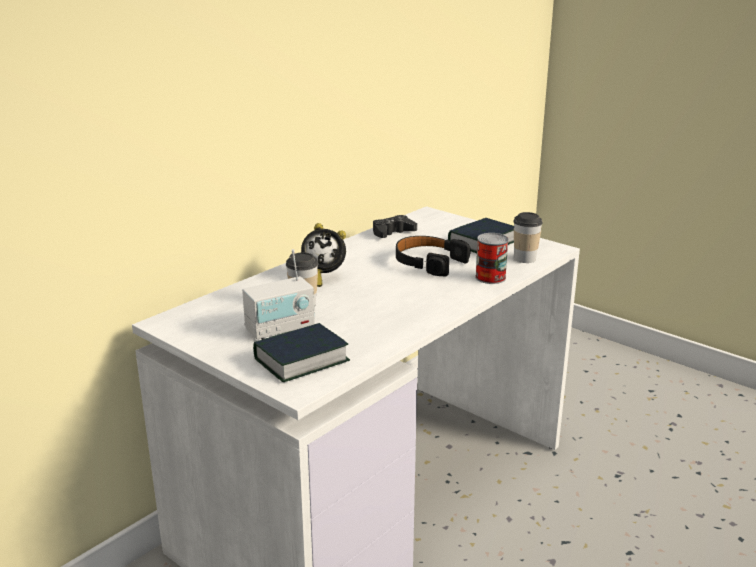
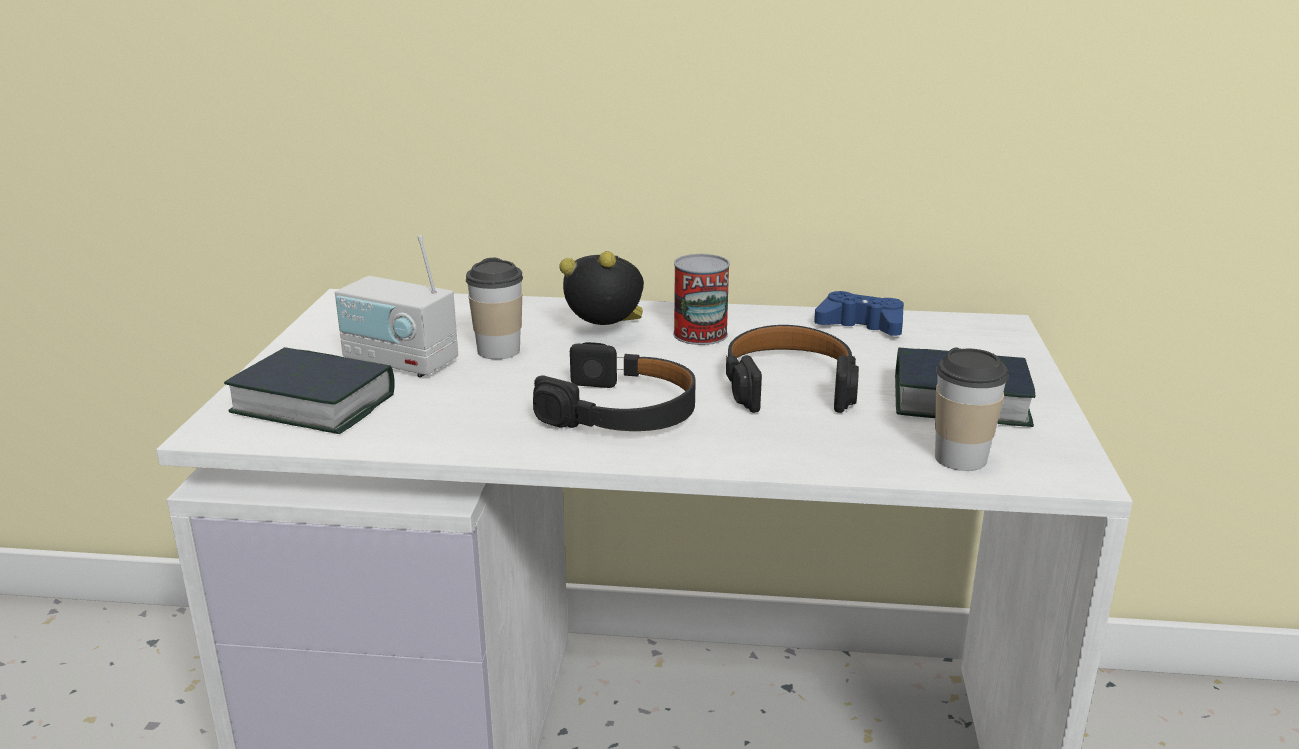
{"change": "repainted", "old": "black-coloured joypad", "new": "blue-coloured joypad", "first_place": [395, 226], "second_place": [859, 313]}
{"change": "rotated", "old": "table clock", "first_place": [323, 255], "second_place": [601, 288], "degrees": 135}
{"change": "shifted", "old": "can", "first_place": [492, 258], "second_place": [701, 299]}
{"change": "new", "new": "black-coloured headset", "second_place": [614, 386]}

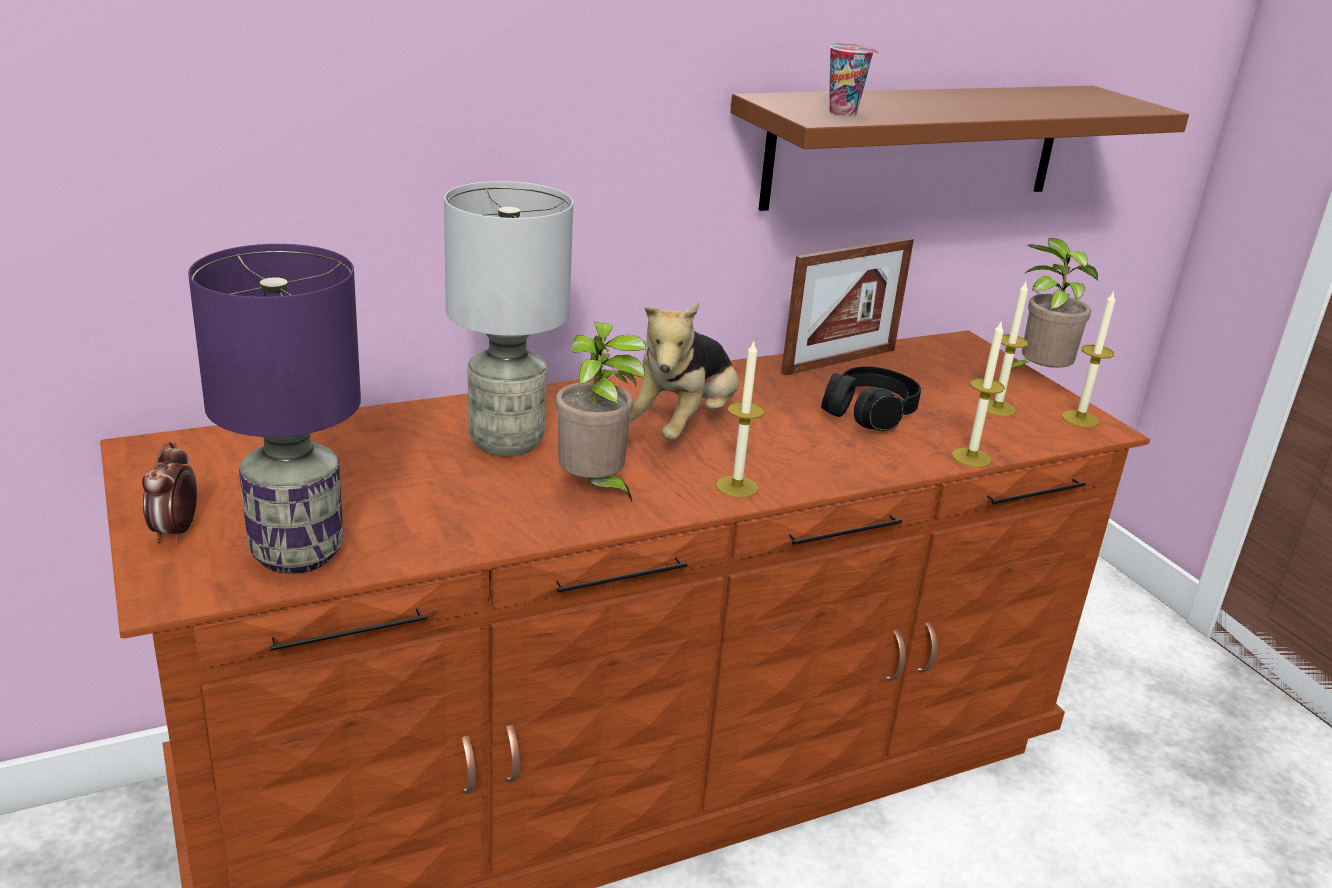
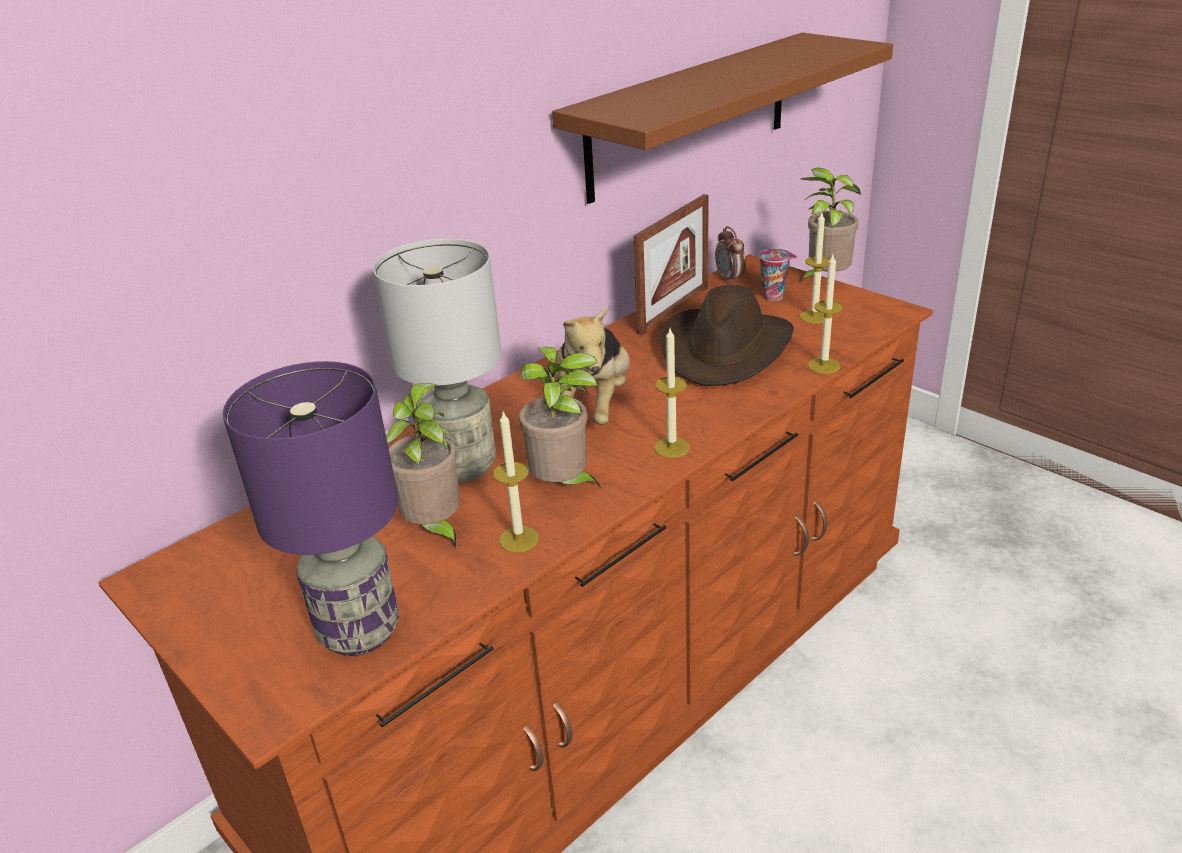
{"change": "shifted", "old": "small cup", "first_place": [854, 79], "second_place": [778, 275]}
{"change": "shifted", "old": "wax light", "first_place": [1088, 358], "second_place": [516, 482]}
{"change": "swapped", "old": "black-coloured headset", "new": "brown-coloured hat", "first_place": [871, 398], "second_place": [727, 335]}
{"change": "shifted", "old": "table clock", "first_place": [169, 492], "second_place": [730, 255]}
{"change": "new", "new": "plant in a pot", "second_place": [423, 466]}

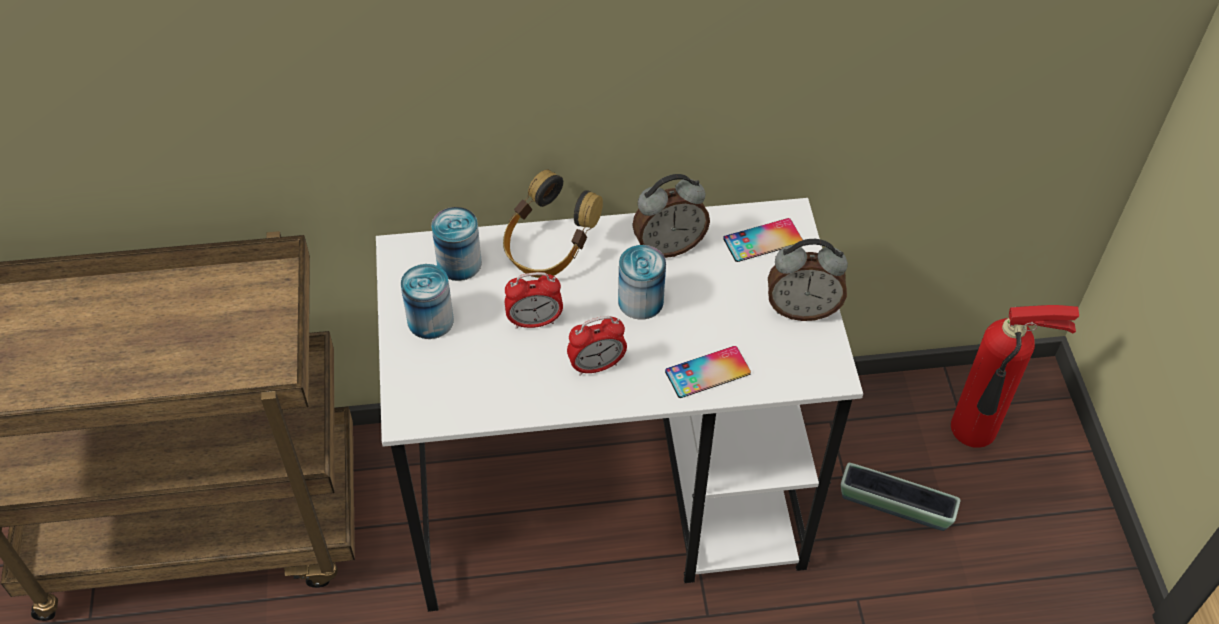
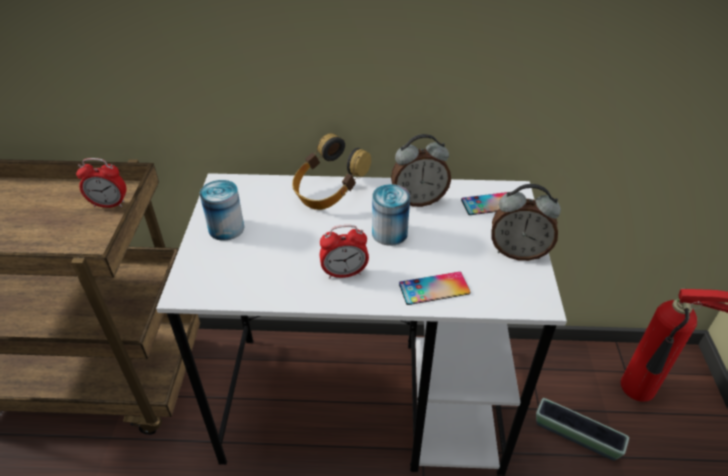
{"change": "gone", "old": "can", "first_place": [456, 244]}
{"change": "shifted", "old": "table clock", "first_place": [534, 300], "second_place": [101, 183]}

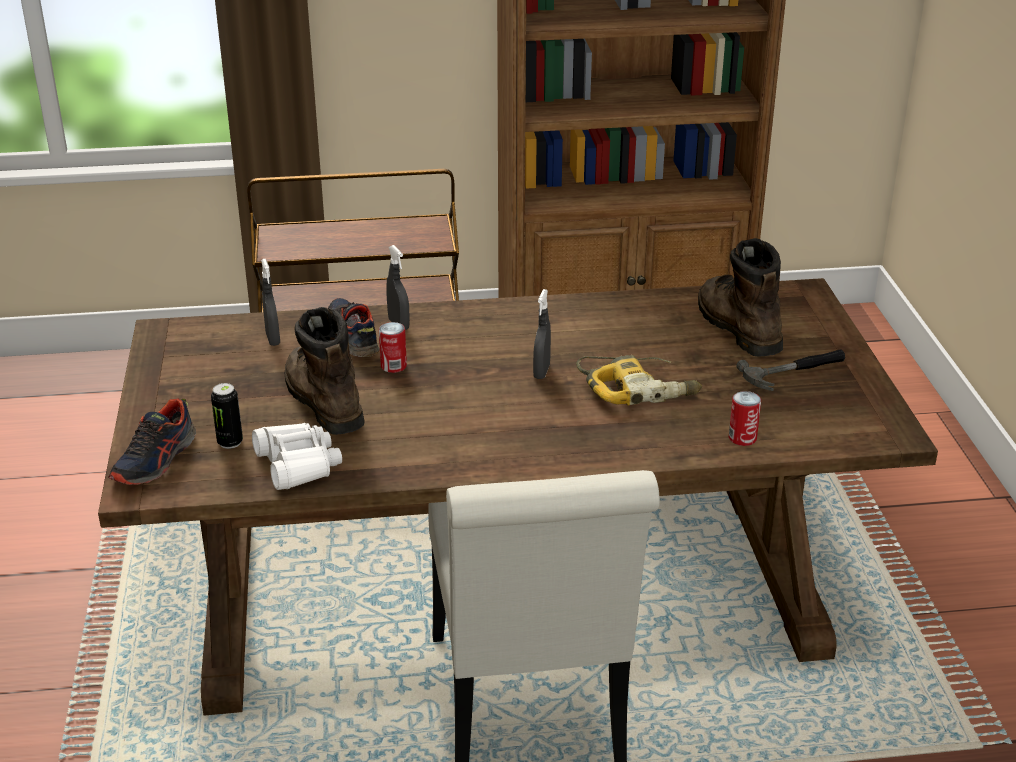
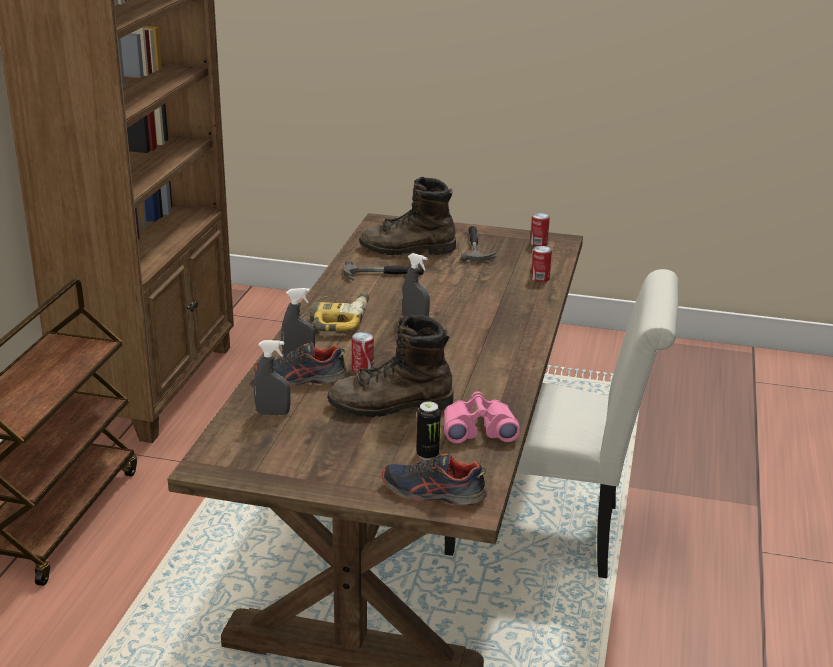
{"change": "shifted", "old": "drill", "first_place": [639, 380], "second_place": [334, 311]}
{"change": "rotated", "old": "shoe", "first_place": [152, 442], "second_place": [434, 479], "degrees": 150}
{"change": "repainted", "old": "white-coloured pair of binoculars", "new": "pinkish pair of binoculars", "first_place": [297, 456], "second_place": [482, 418]}
{"change": "new", "new": "can", "second_place": [540, 230]}
{"change": "new", "new": "hand hammer", "second_place": [383, 270]}

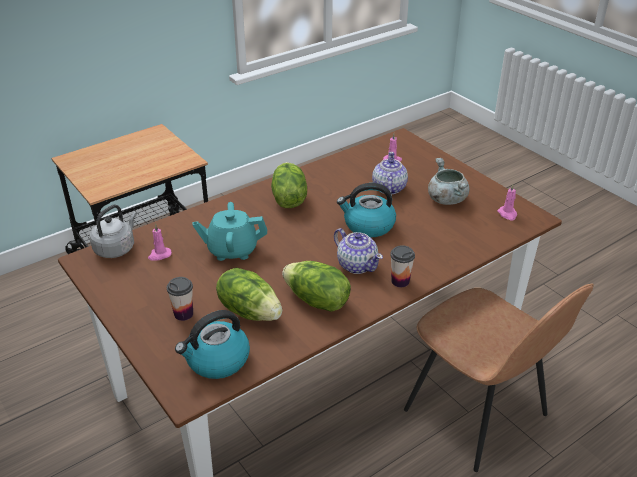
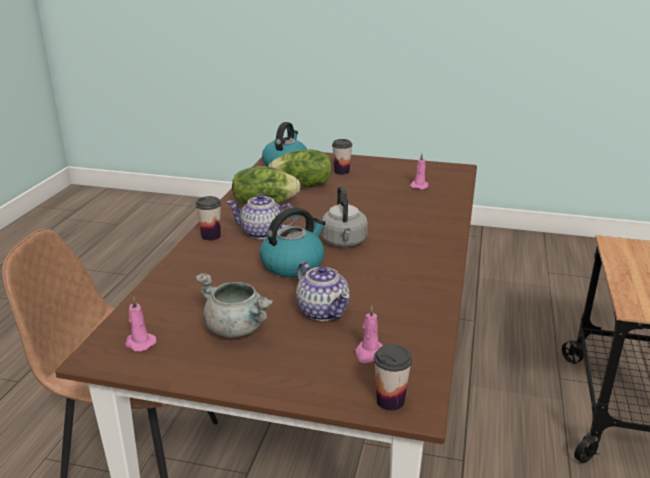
{"change": "gone", "old": "lettuce head", "first_place": [289, 185]}
{"change": "gone", "old": "turquoise pot for tea", "first_place": [229, 231]}
{"change": "shifted", "old": "grey water kettle", "first_place": [113, 231], "second_place": [344, 216]}
{"change": "new", "new": "small cup", "second_place": [393, 377]}

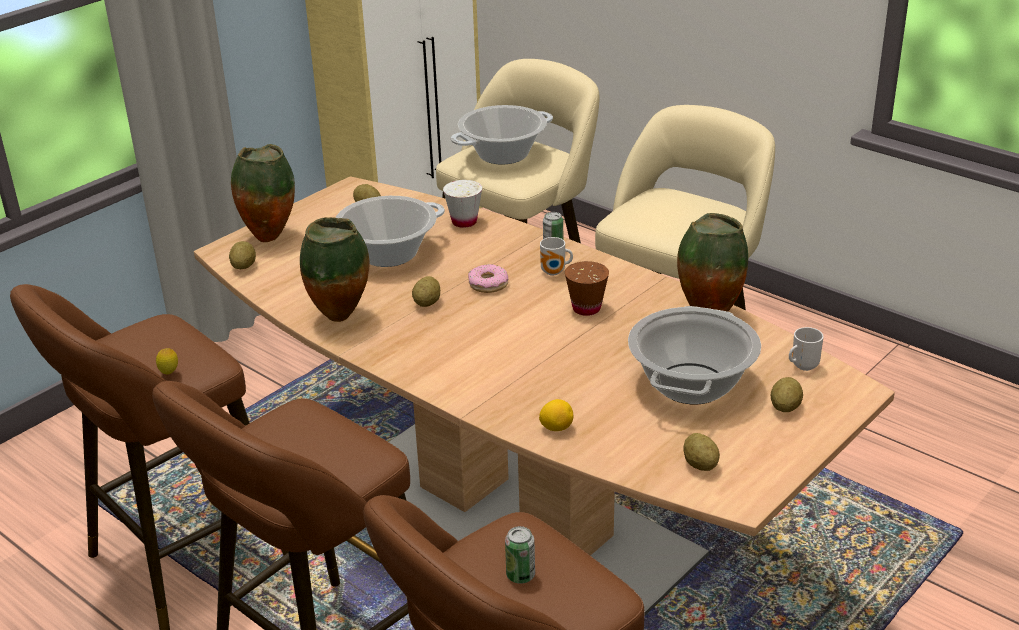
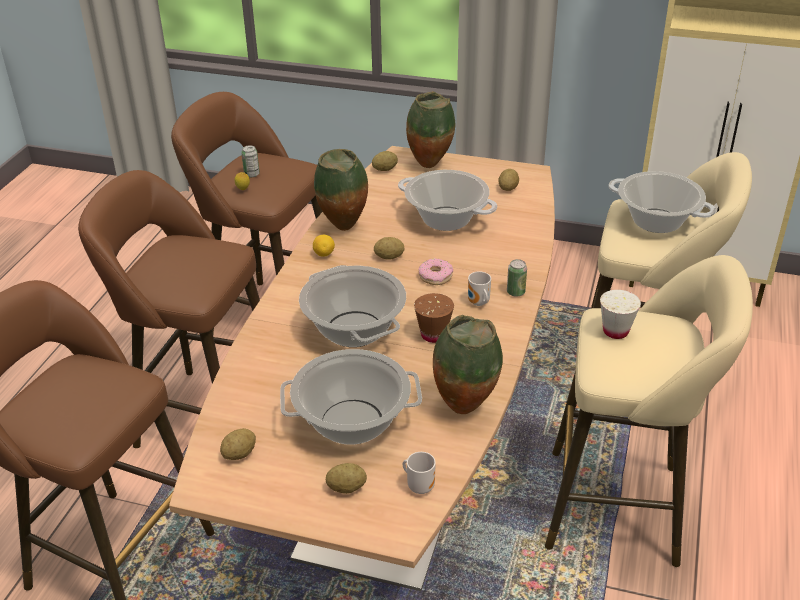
{"change": "shifted", "old": "white-coloured small cup", "first_place": [462, 204], "second_place": [620, 314]}
{"change": "shifted", "old": "whole lemon", "first_place": [556, 415], "second_place": [324, 246]}
{"change": "shifted", "old": "can", "first_place": [520, 555], "second_place": [250, 161]}
{"change": "new", "new": "saucepot", "second_place": [352, 306]}

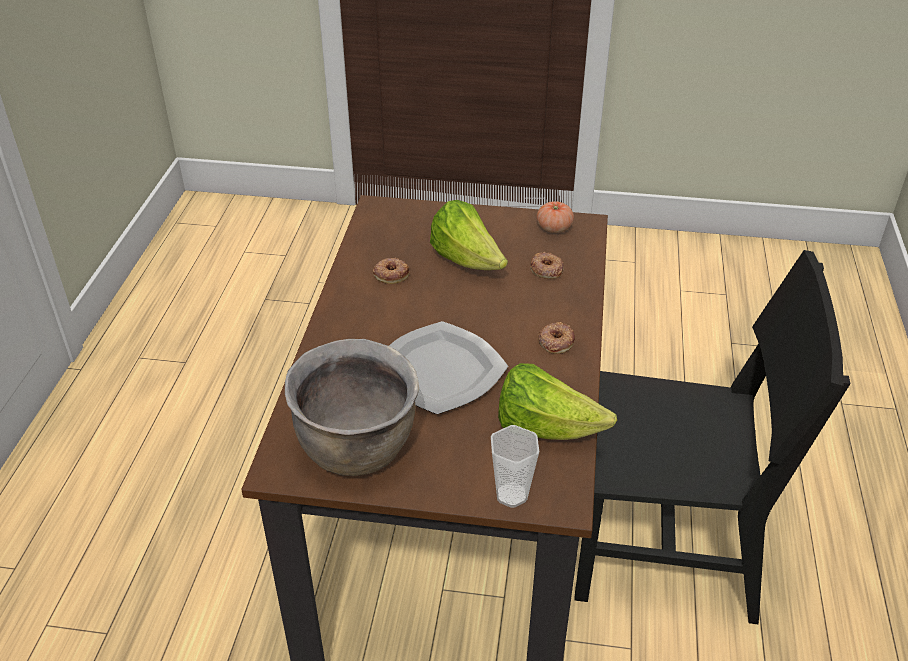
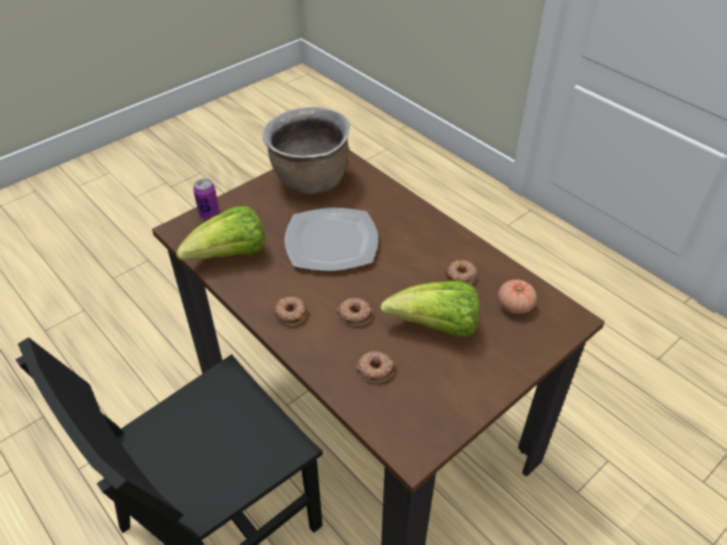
{"change": "shifted", "old": "tomato", "first_place": [555, 217], "second_place": [517, 296]}
{"change": "swapped", "old": "small cup", "new": "can", "first_place": [515, 466], "second_place": [206, 199]}
{"change": "new", "new": "donut", "second_place": [355, 312]}

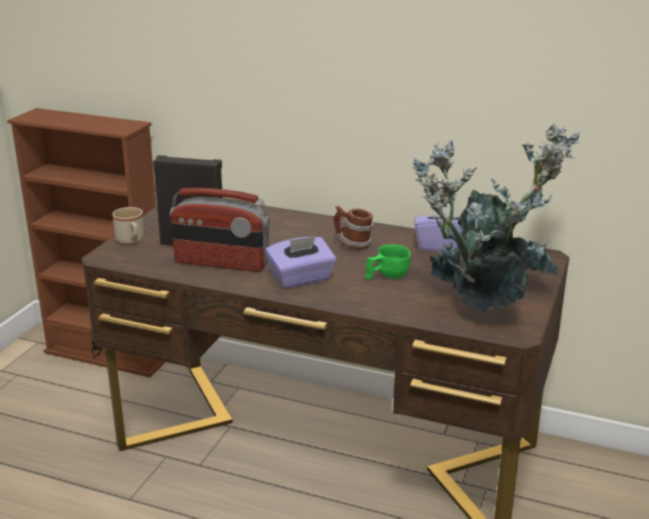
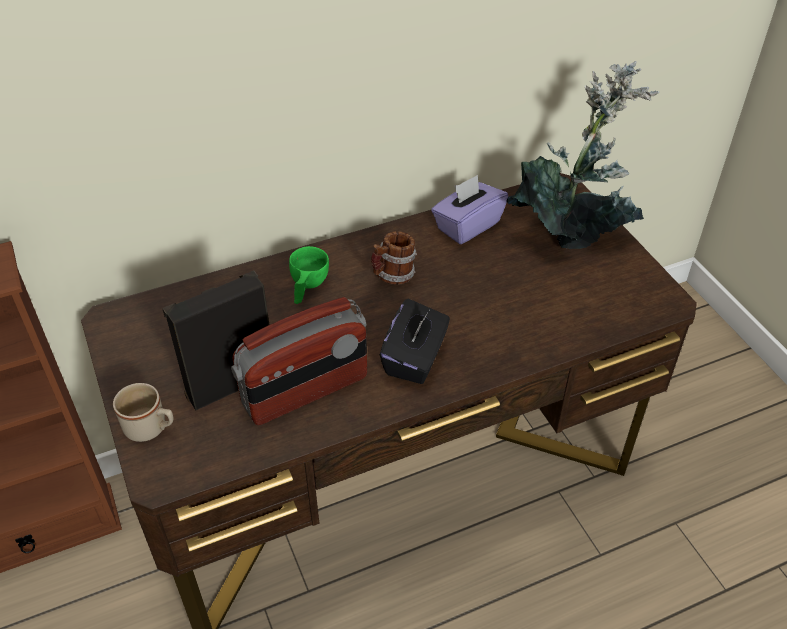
{"change": "gone", "old": "plant in a pot", "first_place": [470, 226]}
{"change": "repainted", "old": "purple-coloured box of tissues", "new": "black-coloured box of tissues", "first_place": [300, 262], "second_place": [415, 341]}
{"change": "shifted", "old": "greenish small cup", "first_place": [388, 262], "second_place": [309, 275]}

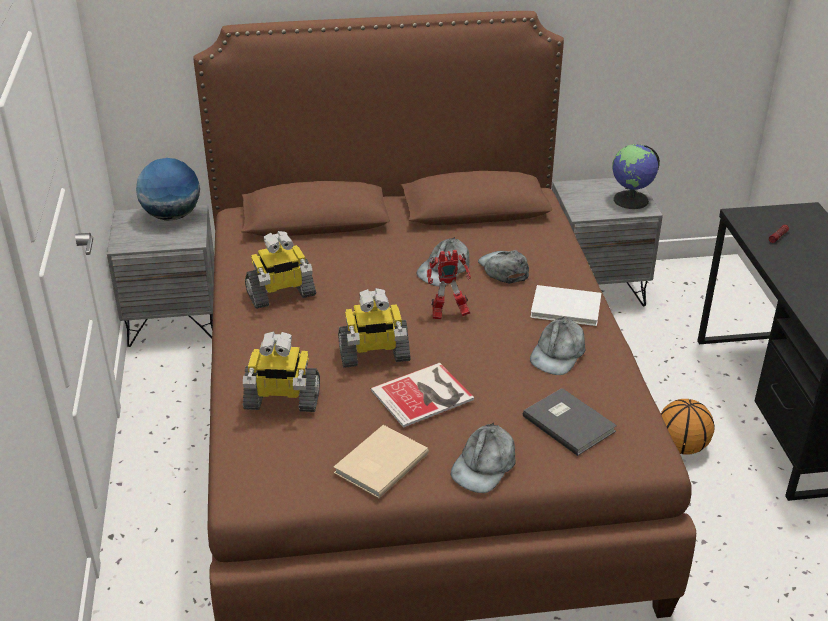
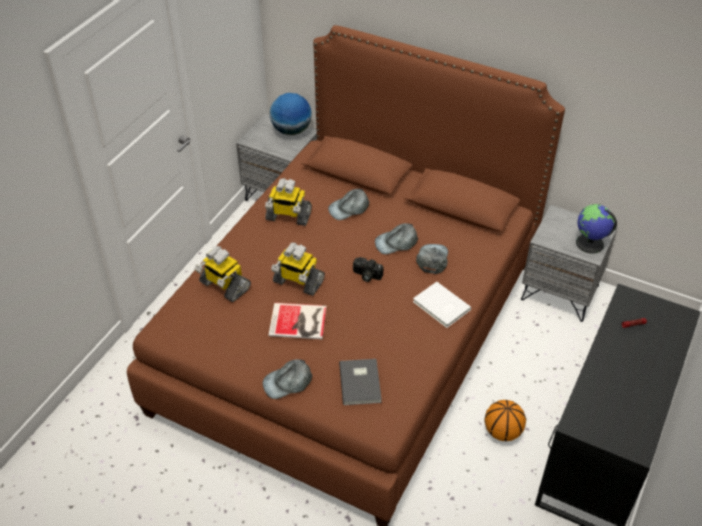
{"change": "swapped", "old": "toy robot", "new": "photo camera", "first_place": [449, 285], "second_place": [368, 269]}
{"change": "shifted", "old": "grey cap", "first_place": [557, 346], "second_place": [348, 204]}
{"change": "gone", "old": "sand-coloured bound book", "first_place": [381, 461]}

